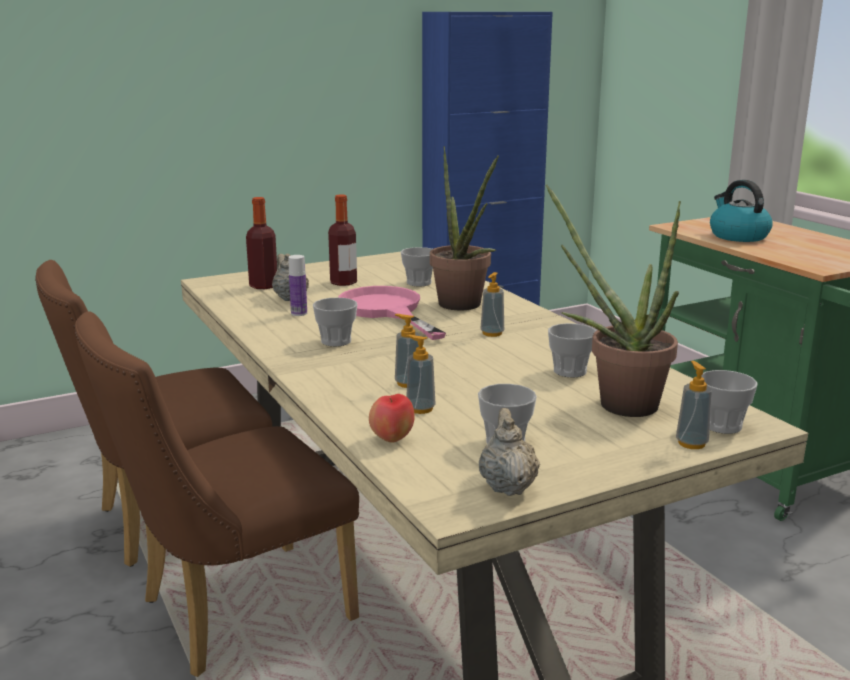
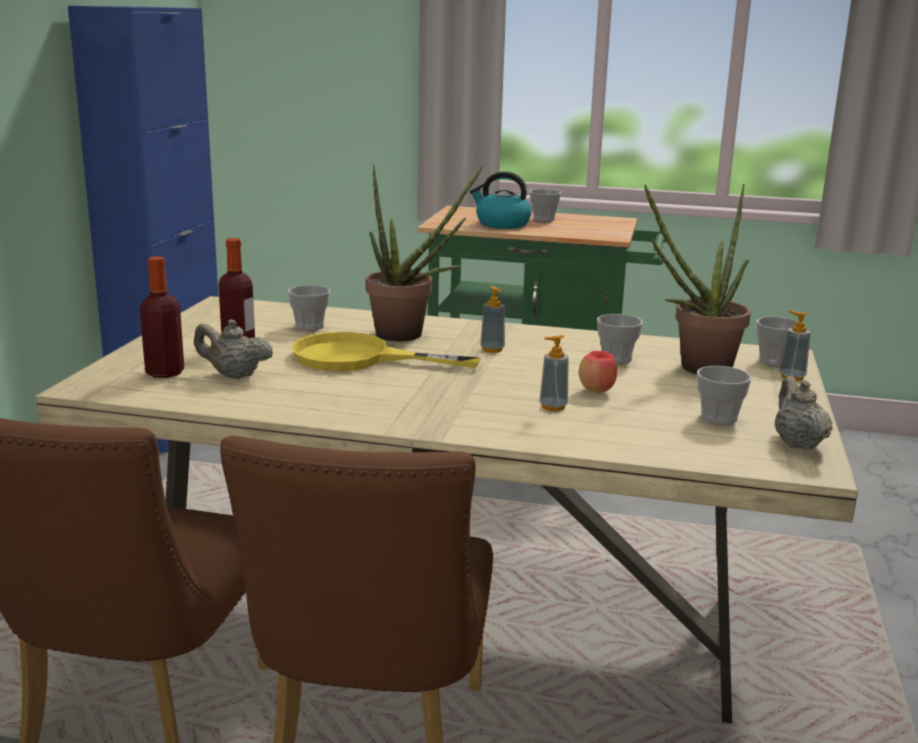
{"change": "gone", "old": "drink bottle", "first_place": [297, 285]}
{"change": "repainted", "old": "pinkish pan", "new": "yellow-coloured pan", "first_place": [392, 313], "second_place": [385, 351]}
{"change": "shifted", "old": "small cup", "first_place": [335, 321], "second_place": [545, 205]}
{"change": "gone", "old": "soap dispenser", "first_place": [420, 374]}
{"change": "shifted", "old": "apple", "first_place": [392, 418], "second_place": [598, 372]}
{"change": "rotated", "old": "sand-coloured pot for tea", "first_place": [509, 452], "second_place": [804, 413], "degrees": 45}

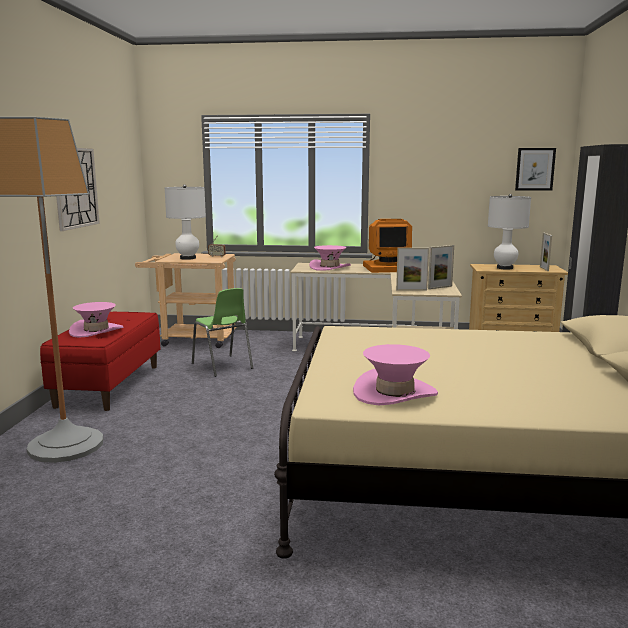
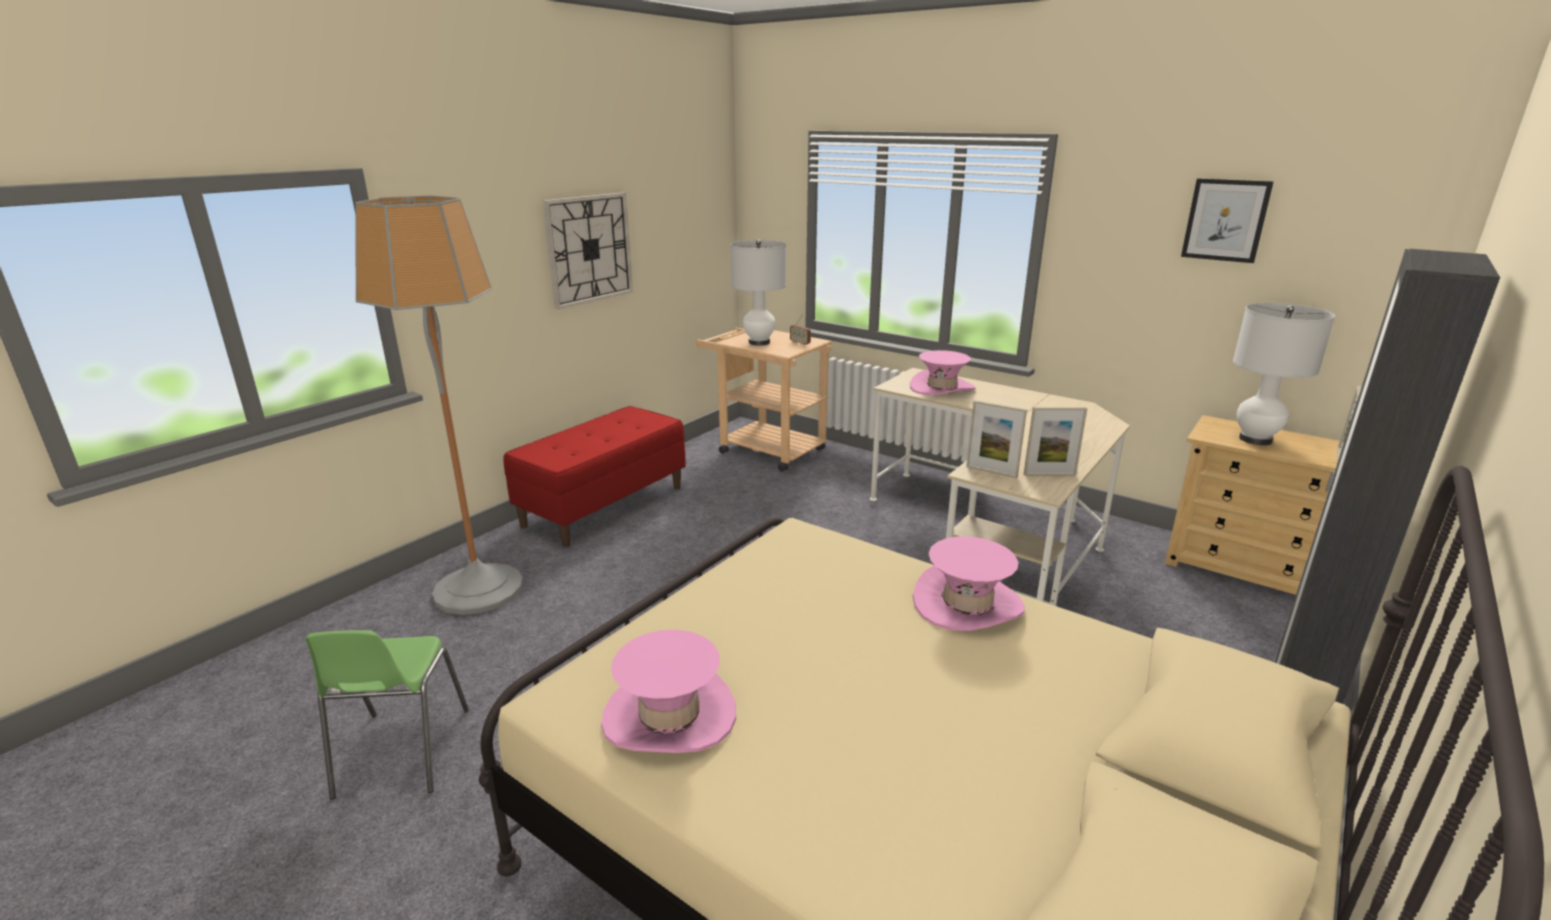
{"change": "shifted", "old": "picture", "first_place": [535, 169], "second_place": [1227, 220]}
{"change": "gone", "old": "monitor", "first_place": [387, 246]}
{"change": "shifted", "old": "greenish plain chair", "first_place": [222, 332], "second_place": [387, 715]}
{"change": "shifted", "old": "pinkish hat", "first_place": [96, 320], "second_place": [969, 583]}

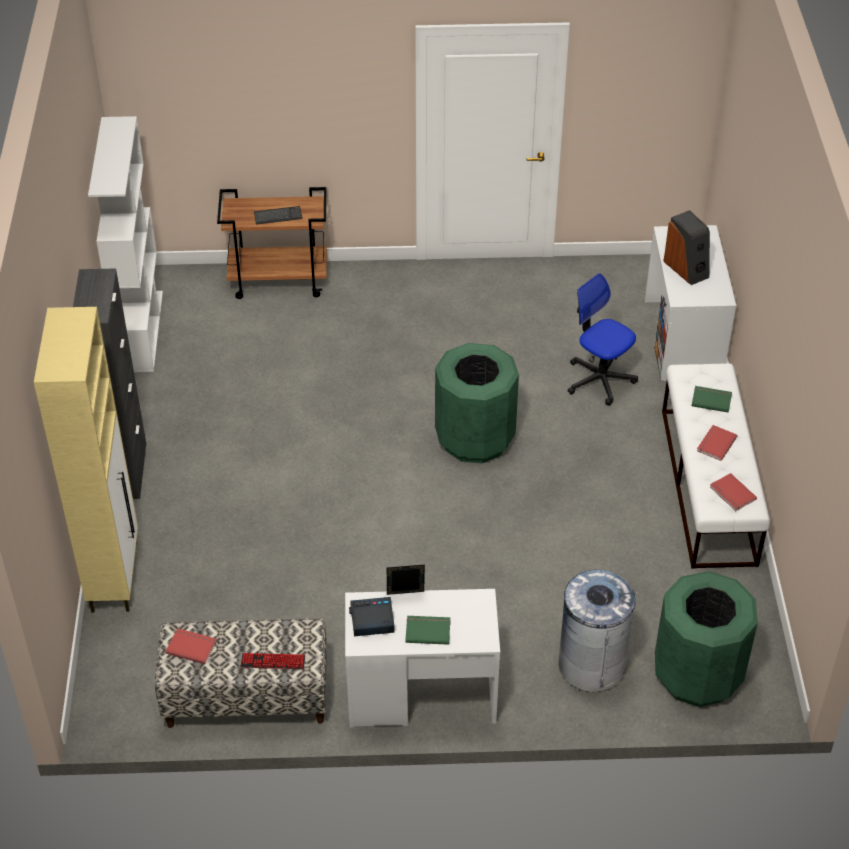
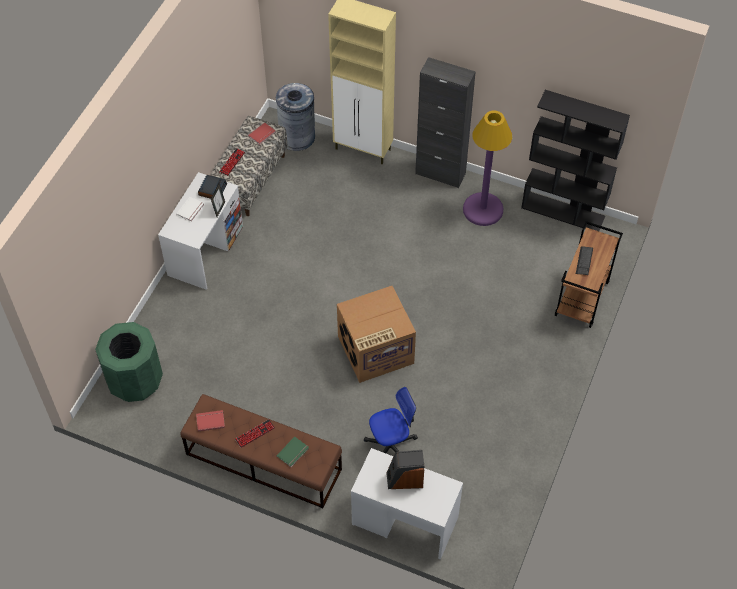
{"change": "repainted", "old": "white-coloured bookcase", "new": "black-coloured bookcase", "first_place": [125, 244], "second_place": [575, 160]}
{"change": "swapped", "old": "greenish waste bin", "new": "packing box", "first_place": [477, 403], "second_place": [376, 334]}
{"change": "repainted", "old": "white-coloured indoor bench", "new": "brown-coloured indoor bench", "first_place": [716, 466], "second_place": [261, 451]}
{"change": "swapped", "old": "red-coloured bound book", "new": "keyboard", "first_place": [717, 443], "second_place": [255, 433]}
{"change": "shifted", "old": "grey waste bin", "first_place": [597, 631], "second_place": [295, 117]}
{"change": "repainted", "old": "greenish bound book", "new": "white-coloured bound book", "first_place": [428, 630], "second_place": [190, 209]}
{"change": "new", "new": "purple-coloured floor lamp", "second_place": [487, 168]}

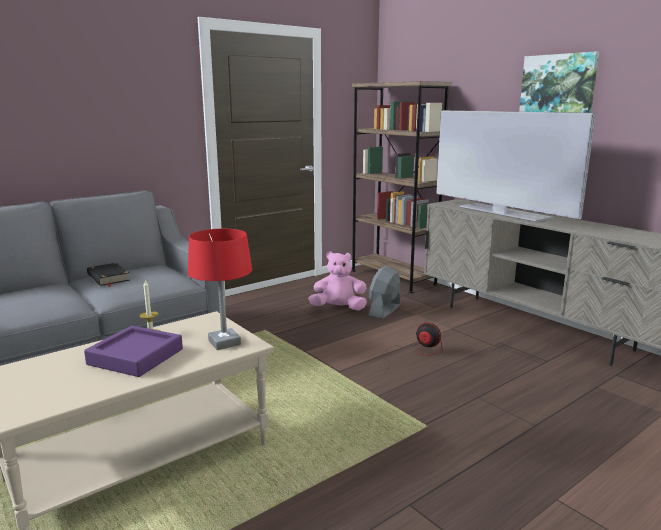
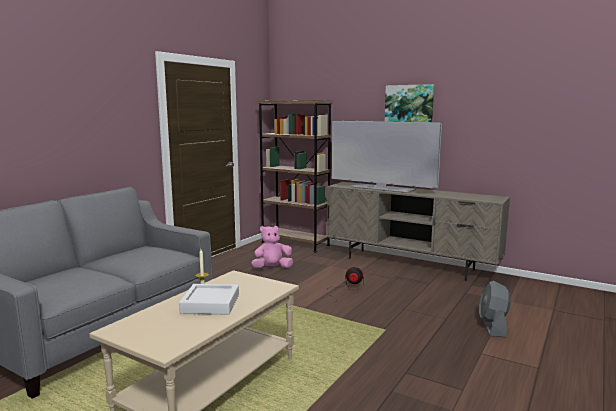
{"change": "gone", "old": "red-coloured tabletop lamp", "first_place": [220, 289]}
{"change": "gone", "old": "black-coloured bound book", "first_place": [108, 275]}
{"change": "shifted", "old": "grey cooling fan", "first_place": [385, 292], "second_place": [495, 309]}
{"change": "repainted", "old": "purple-coloured carrying tray", "new": "white-coloured carrying tray", "first_place": [133, 351], "second_place": [209, 299]}

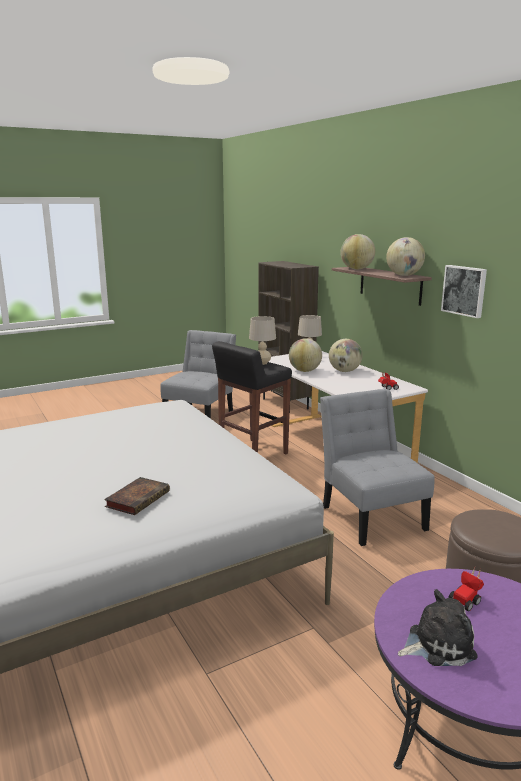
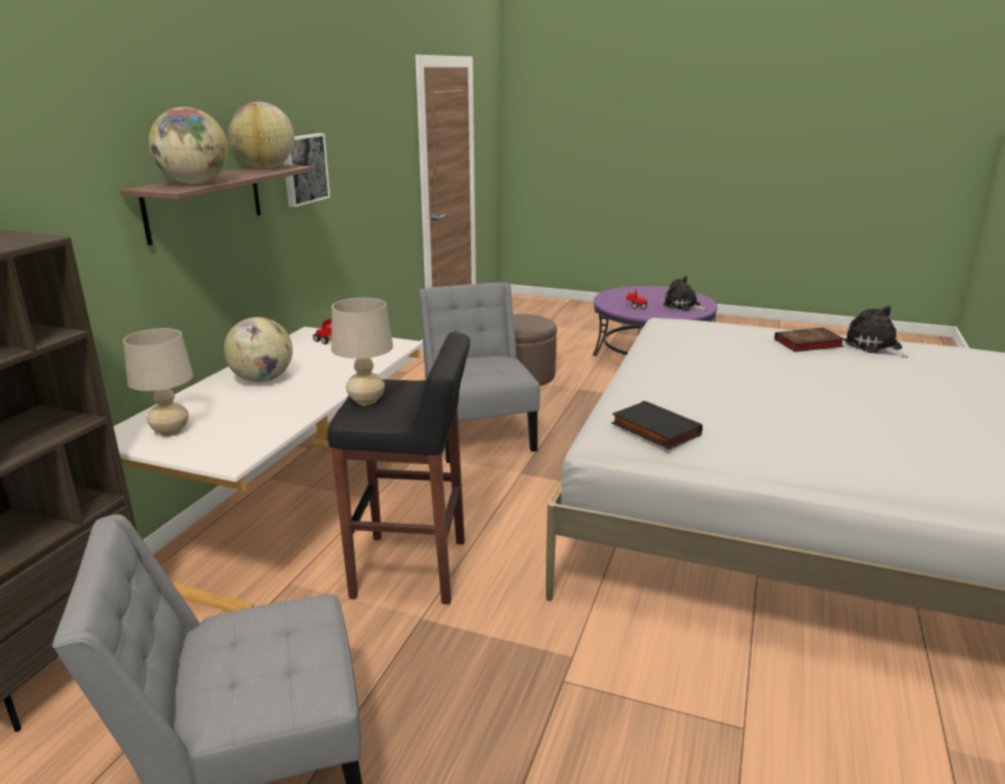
{"change": "gone", "old": "globe", "first_place": [305, 355]}
{"change": "rotated", "old": "grey plain chair", "first_place": [377, 467], "second_place": [479, 372], "degrees": 135}
{"change": "new", "new": "cuddly toy", "second_place": [876, 332]}
{"change": "new", "new": "black-coloured bound book", "second_place": [657, 425]}

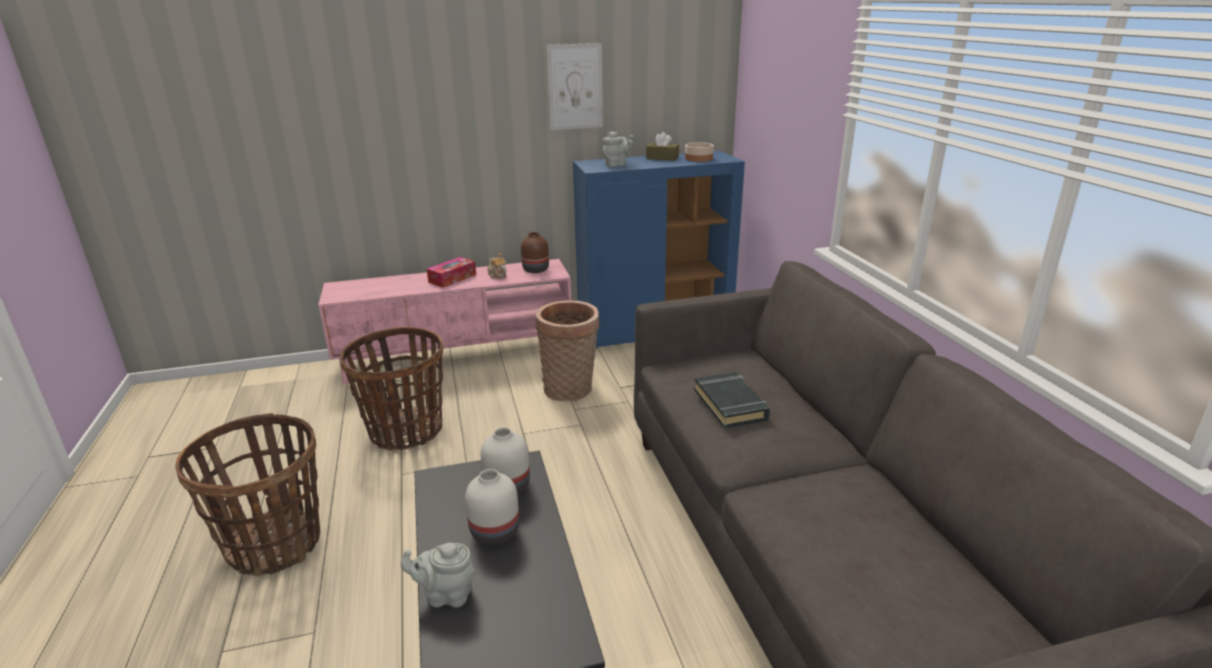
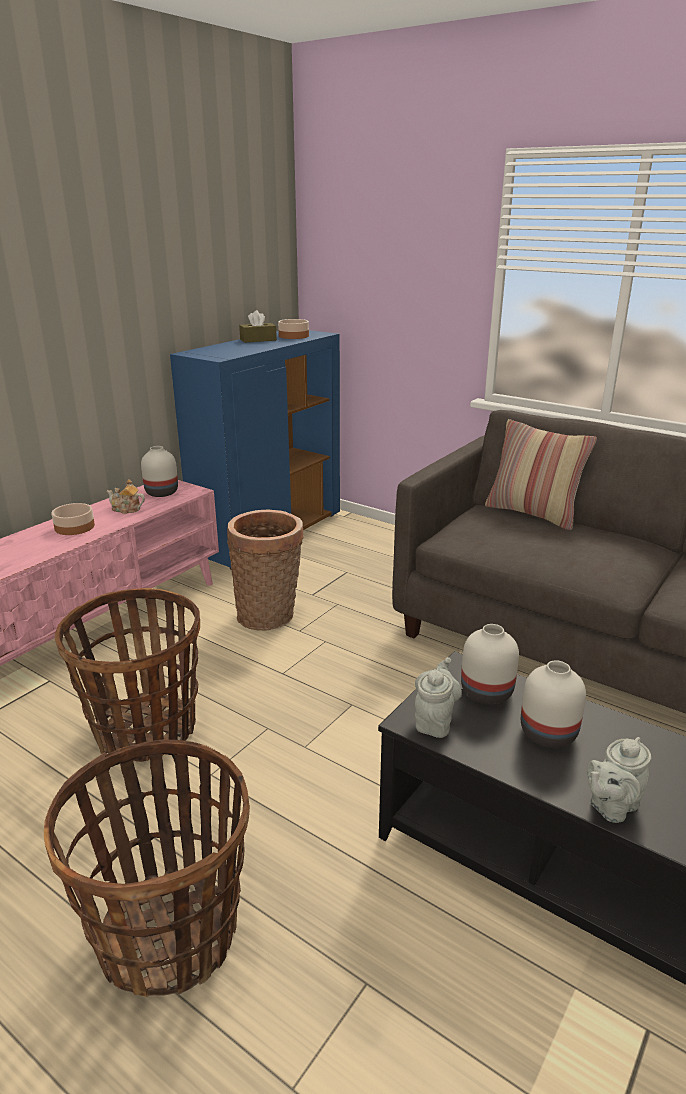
{"change": "gone", "old": "picture", "first_place": [574, 86]}
{"change": "shifted", "old": "grey pot for tea", "first_place": [618, 149], "second_place": [438, 697]}
{"change": "repainted", "old": "brown-coloured decorative vase", "new": "white-coloured decorative vase", "first_place": [535, 252], "second_place": [159, 471]}
{"change": "swapped", "old": "box of tissues", "new": "deep dish", "first_place": [451, 272], "second_place": [73, 519]}
{"change": "gone", "old": "black-coloured bound book", "first_place": [732, 400]}
{"change": "new", "new": "throw pillow", "second_place": [541, 474]}

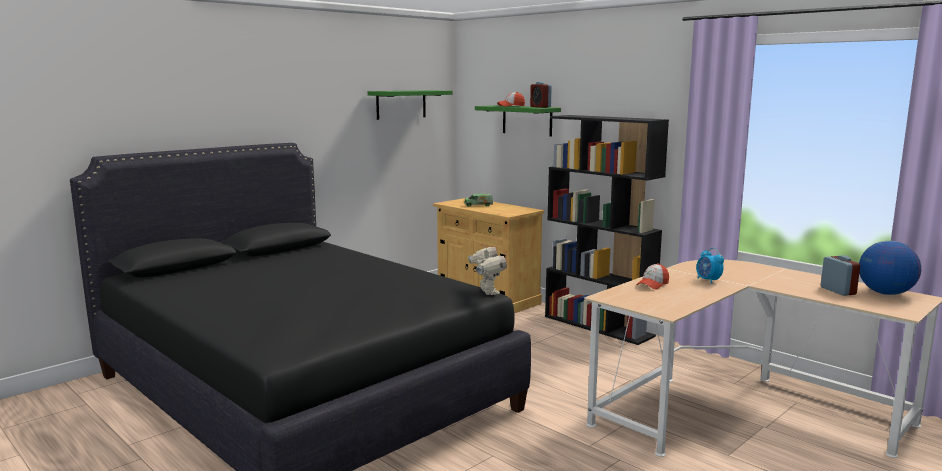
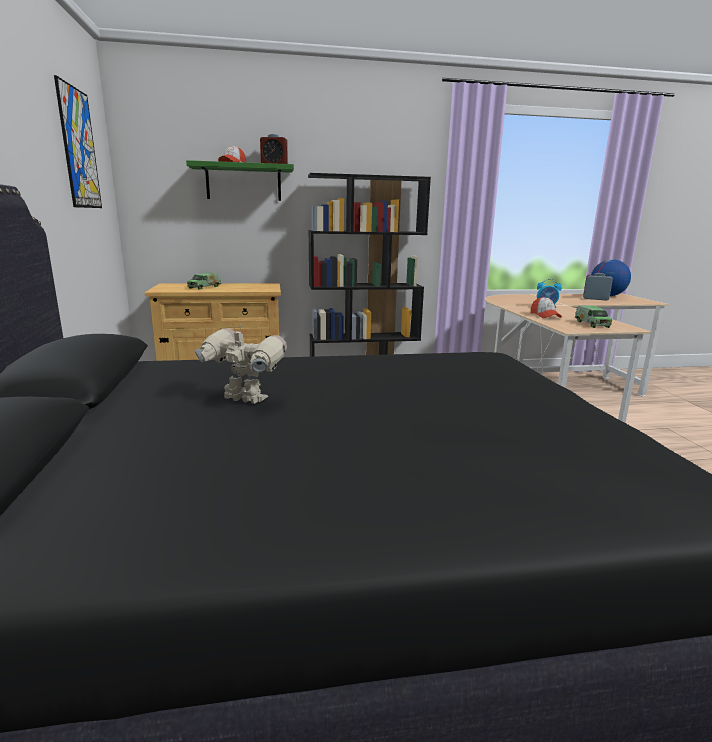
{"change": "swapped", "old": "greenish bracket shelf", "new": "picture", "first_place": [410, 105], "second_place": [78, 141]}
{"change": "shifted", "old": "toy robot", "first_place": [487, 270], "second_place": [240, 364]}
{"change": "new", "new": "model truck", "second_place": [593, 316]}

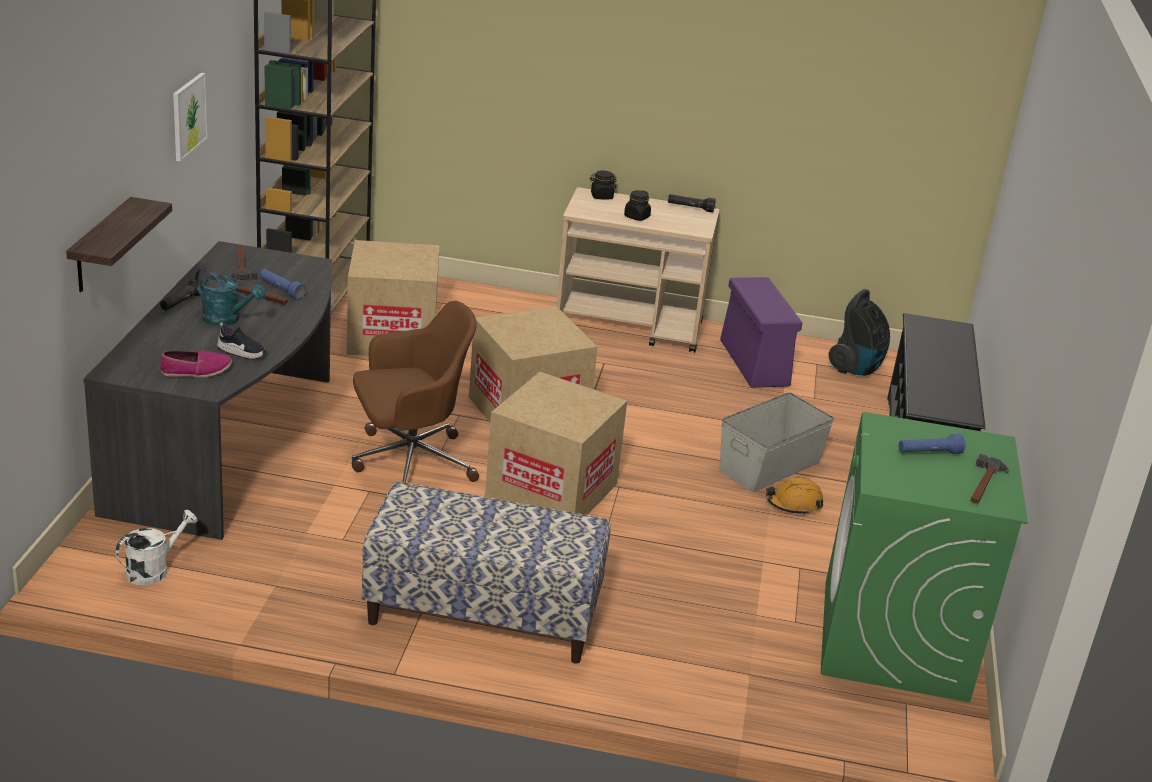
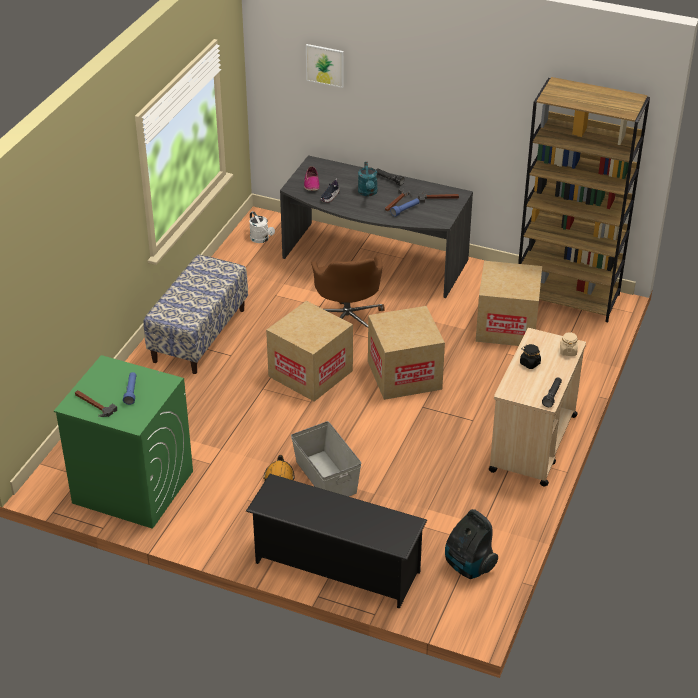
{"change": "shifted", "old": "picture", "first_place": [190, 117], "second_place": [325, 66]}
{"change": "repainted", "old": "black-coloured jar", "new": "sand-coloured jar", "first_place": [603, 185], "second_place": [569, 344]}
{"change": "gone", "old": "bracket shelf", "first_place": [119, 244]}
{"change": "rotated", "old": "turquoise watering pot", "first_place": [230, 296], "second_place": [368, 179], "degrees": -45}
{"change": "gone", "old": "purple-coloured storage bin", "first_place": [761, 332]}

